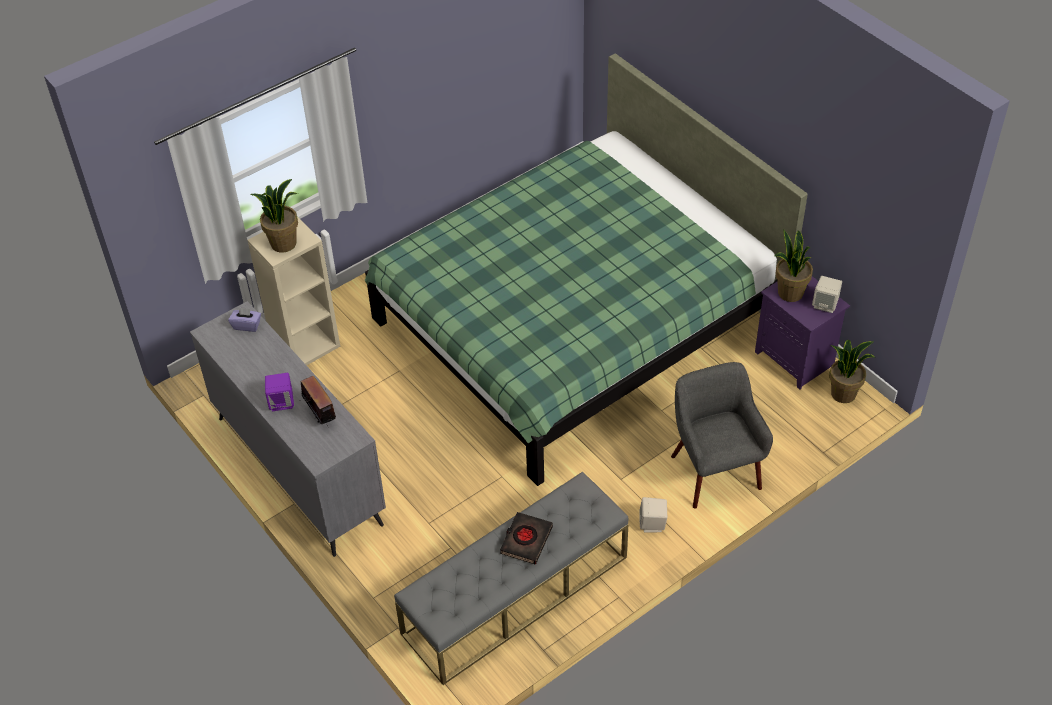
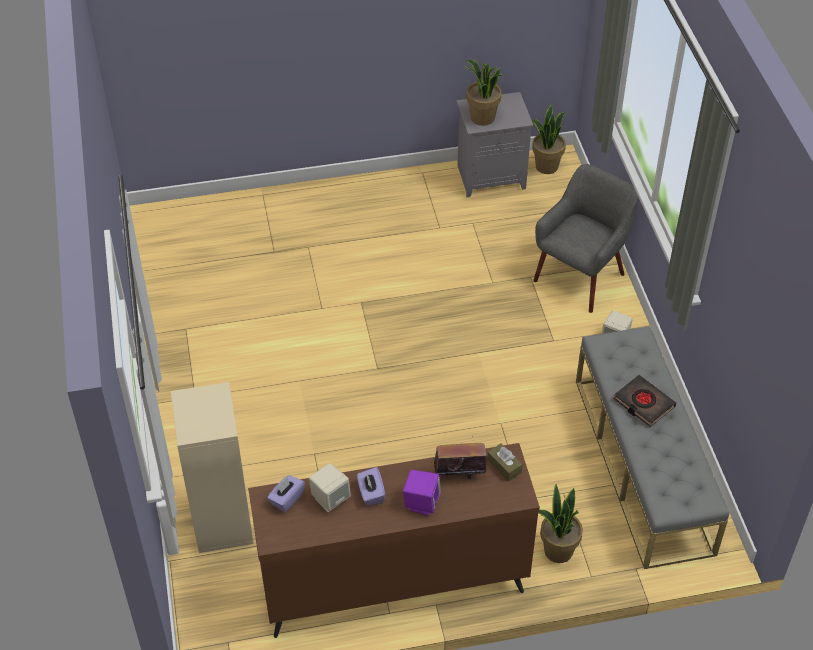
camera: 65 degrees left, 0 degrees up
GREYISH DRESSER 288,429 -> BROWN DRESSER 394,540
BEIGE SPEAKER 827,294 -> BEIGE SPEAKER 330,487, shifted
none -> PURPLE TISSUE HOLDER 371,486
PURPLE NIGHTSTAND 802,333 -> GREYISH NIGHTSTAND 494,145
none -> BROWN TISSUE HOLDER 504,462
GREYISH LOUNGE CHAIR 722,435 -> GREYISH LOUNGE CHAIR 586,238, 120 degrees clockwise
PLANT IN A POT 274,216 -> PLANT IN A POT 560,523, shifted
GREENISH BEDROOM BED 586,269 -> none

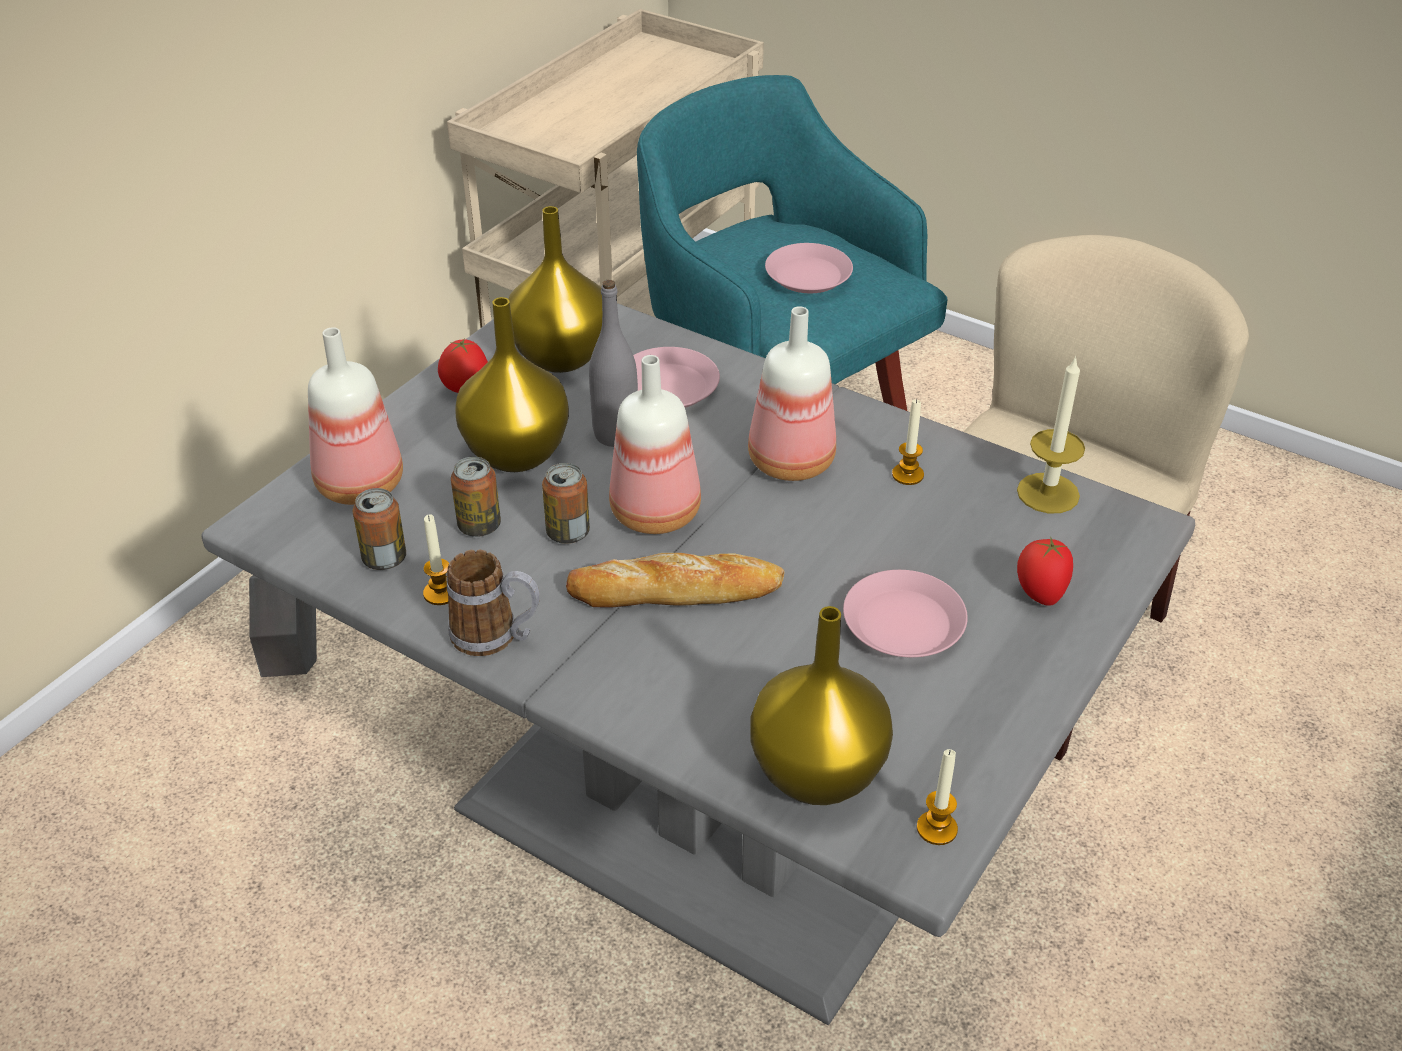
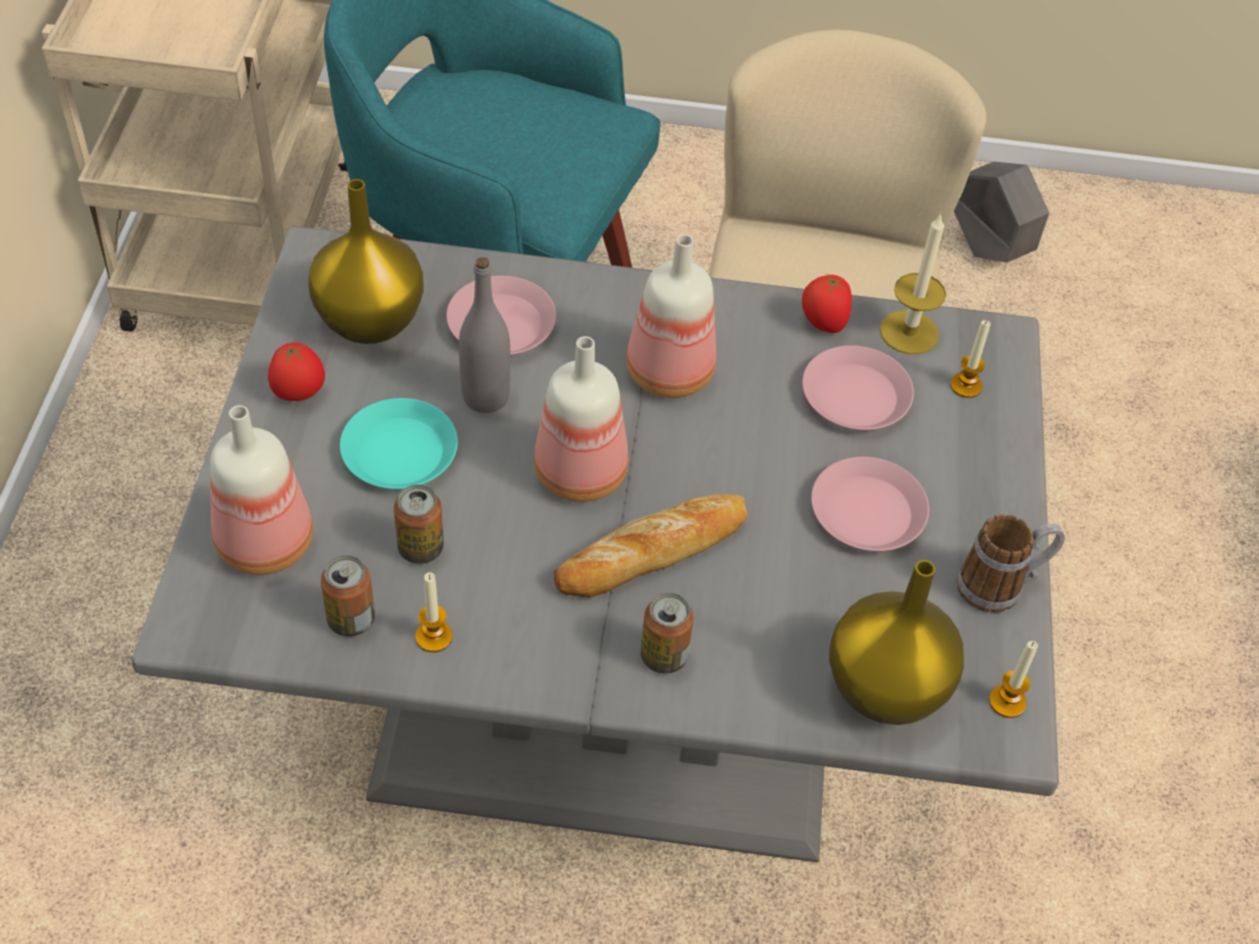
camera: 30 degrees left, 10 degrees up
YELLOWISH DECORATIVE VASE 512,384 -> BLUE-GREEN DINNER PLATE 399,443
CAN 566,503 -> CAN 667,633, shifted
FRESH TOMATO 1045,571 -> FRESH TOMATO 827,303, shifted
PINK DINNER PLATE 809,268 -> PINK DINNER PLATE 858,387, shifted
CANDLE 908,442 -> CANDLE 970,359, shifted
GREYISH PLANTER 283,626 -> GREYISH PLANTER 1001,212, shifted
TEA MUG 493,603 -> TEA MUG 1011,563, shifted

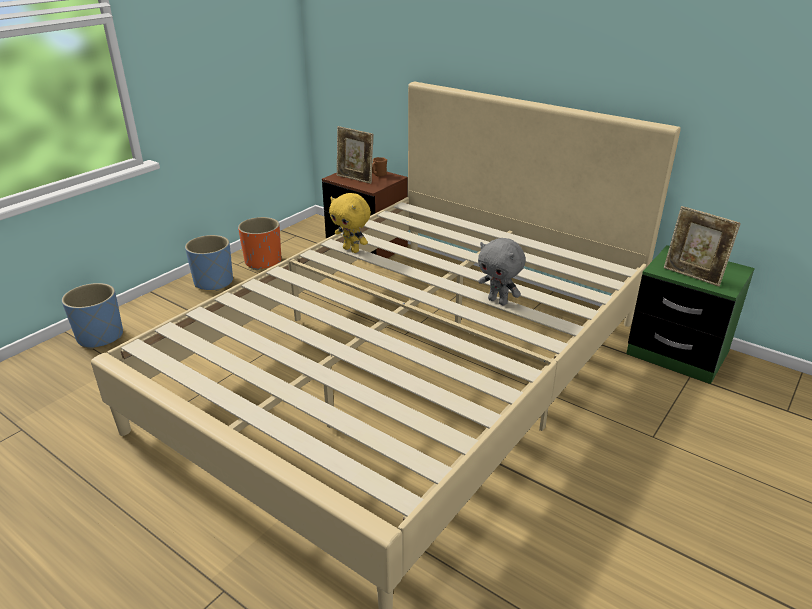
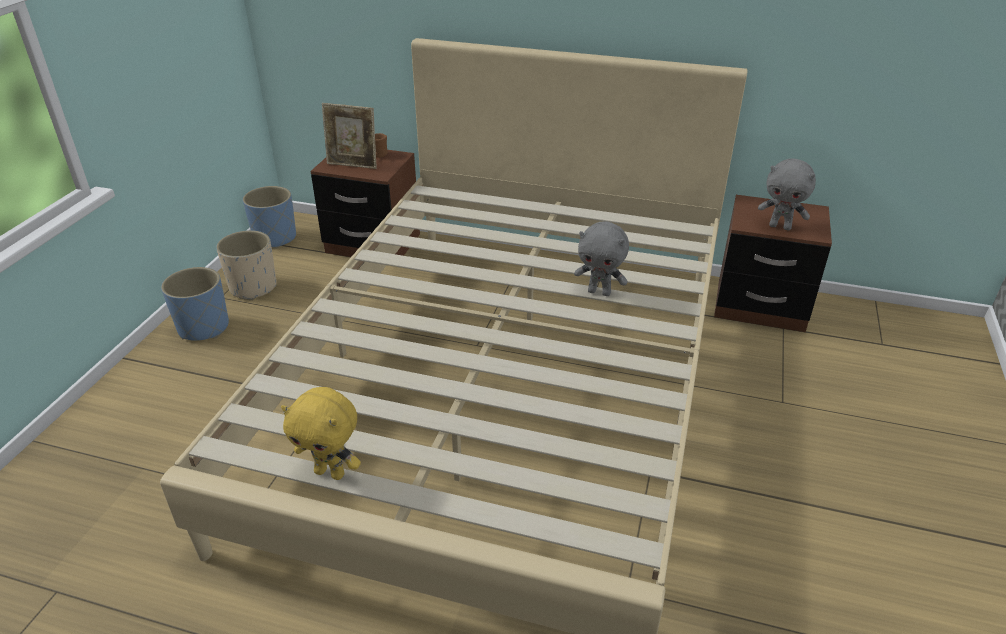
camera: 20 degrees left, 5 degrees up
ORANGEY PLANTER 259,243 -> BEIGE PLANTER 246,265
BLUE PLANTER 92,316 -> BLUE PLANTER 269,217, shifted
YELLOWISH SOFT TOY 350,223 -> YELLOWISH SOFT TOY 321,433, shifted
GREENISH NIGHTSTAND 690,314 -> BROWN NIGHTSTAND 773,263
PHOTO FRAME 702,246 -> GREYISH SOFT TOY 787,194

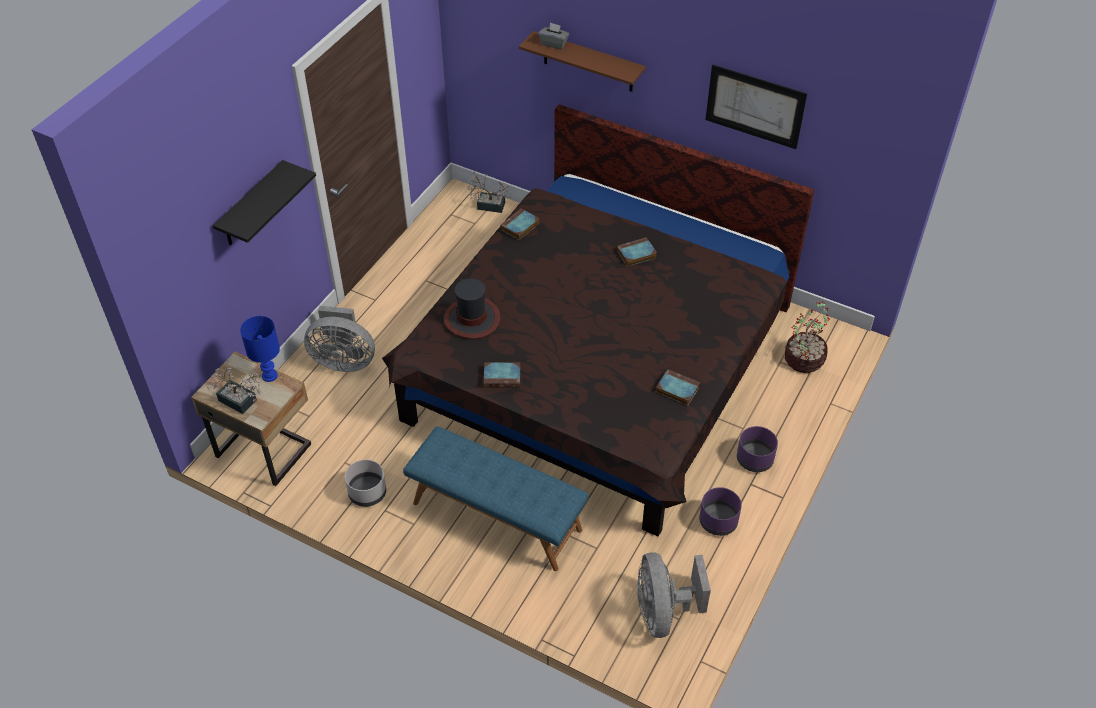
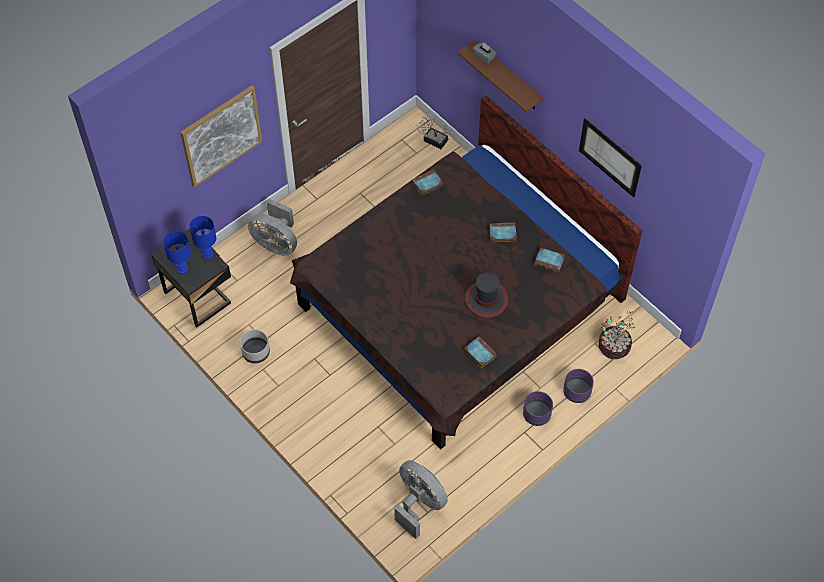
camera: 20 degrees right, 10 degrees up
BEIGE NIGHTSTAND 251,419 -> BLACK NIGHTSTAND 191,278
PLANT IN A POT 234,391 -> BLUE LAMP FOR A TABLE 177,252
BLACK SHELF 264,203 -> WALL ART 221,136
GREYISH ELECTRIC FAN 674,595 -> GREYISH ELECTRIC FAN 421,499, 120 degrees clockwise
WEARABLE HAT 472,308 -> WEARABLE HAT 486,295, shifted
BOOK 501,375 -> BOOK 549,260, shifted
PURPLE PLANTER 720,511 -> PURPLE PLANTER 578,386, shifted
BLUE INDOOR BENCH 496,498 -> none

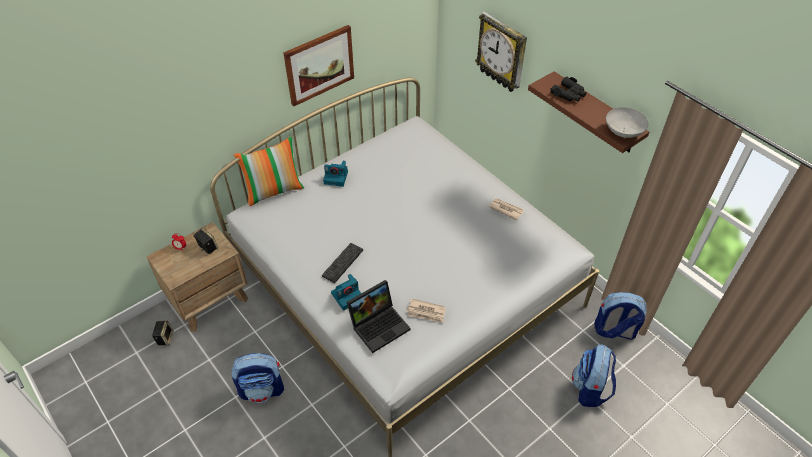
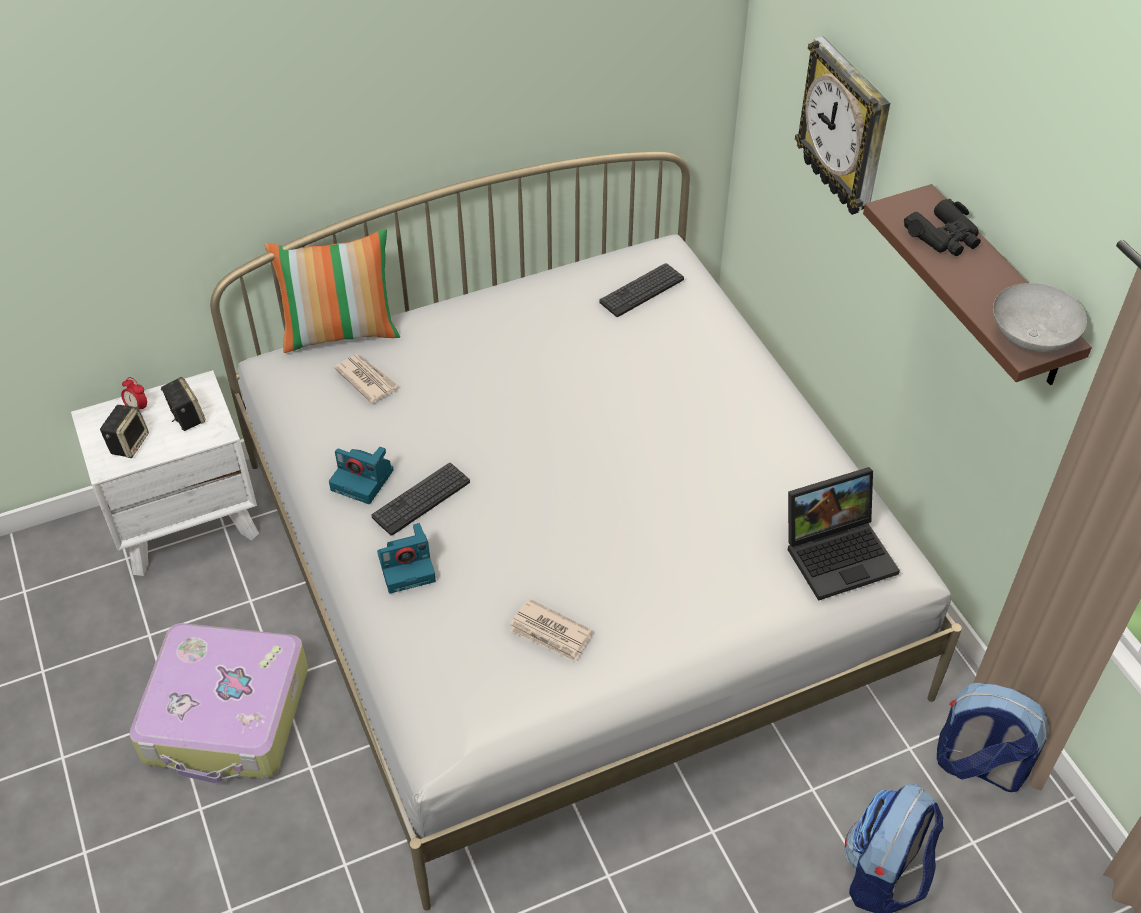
camera: 15 degrees right, 0 degrees up
BROWN NIGHTSTAND 197,277 -> WHITE-COLOURED NIGHTSTAND 165,473
SPEAKER 162,333 -> SPEAKER 124,431, shifted
RUCKSACK 258,378 -> PIECE OF LUGGAGE 218,703
PHOTO CAMERA 335,174 -> PHOTO CAMERA 361,475, shifted
PRINTED PAPER 506,209 -> PRINTED PAPER 366,378, shifted
none -> KEYBOARD 641,290
NOTEBOOK COMPUTER 379,316 -> NOTEBOOK COMPUTER 844,534, shifted
WALL ART 319,65 -> none

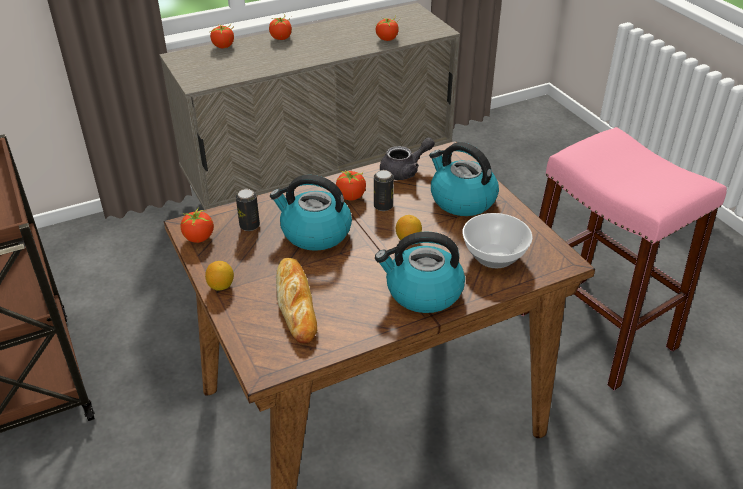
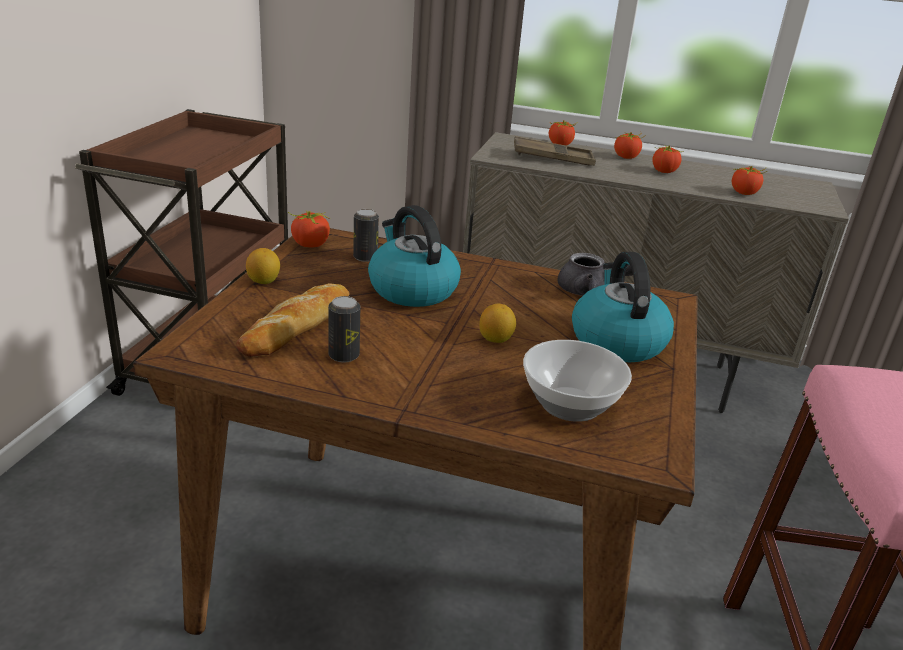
camera: 40 degrees right, 10 degrees down
CAN 384,190 -> CAN 344,329, shifted
none -> BROWN SERVING TRAY 555,151
FRESH TOMATO 351,185 -> FRESH TOMATO 667,159, shifted
WATER KETTLE 420,272 -> none

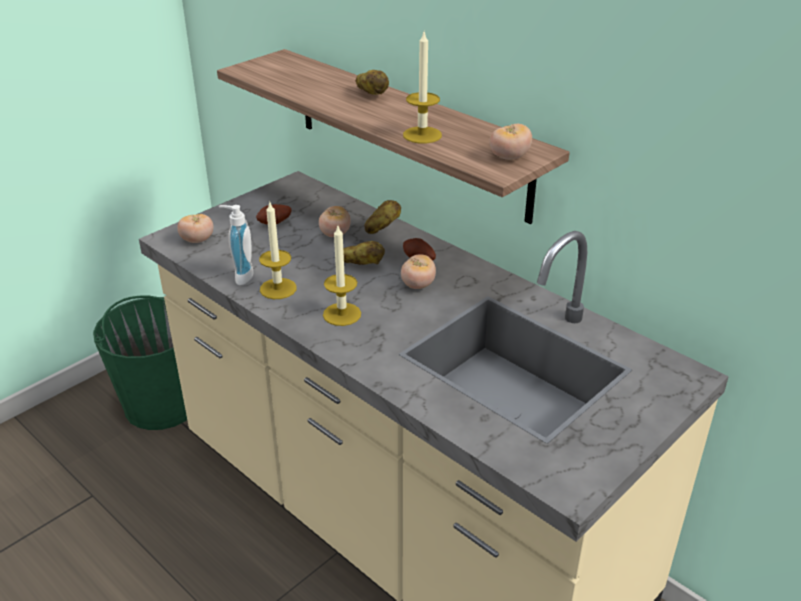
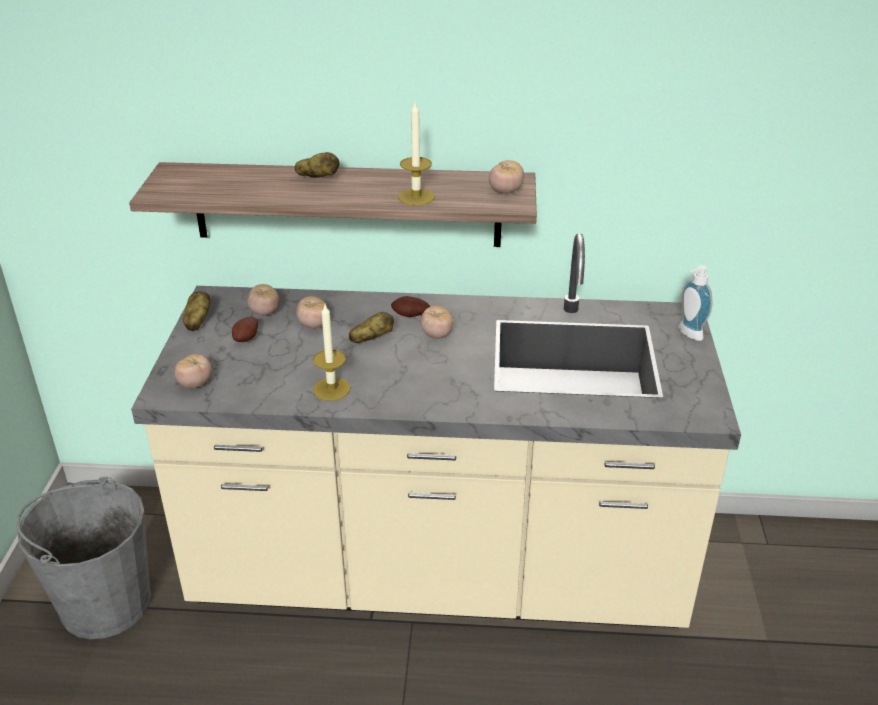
camera: 40 degrees left, 0 degrees up
GREENISH BUCKET 140,363 -> GREYISH BUCKET 83,558
WHOLE POTATO 382,217 -> WHOLE POTATO 196,311, shifted
none -> FRESH TOMATO 263,300
SOAP DISPENSER 236,245 -> SOAP DISPENSER 695,303, shifted
CANDLE 342,276 -> none

